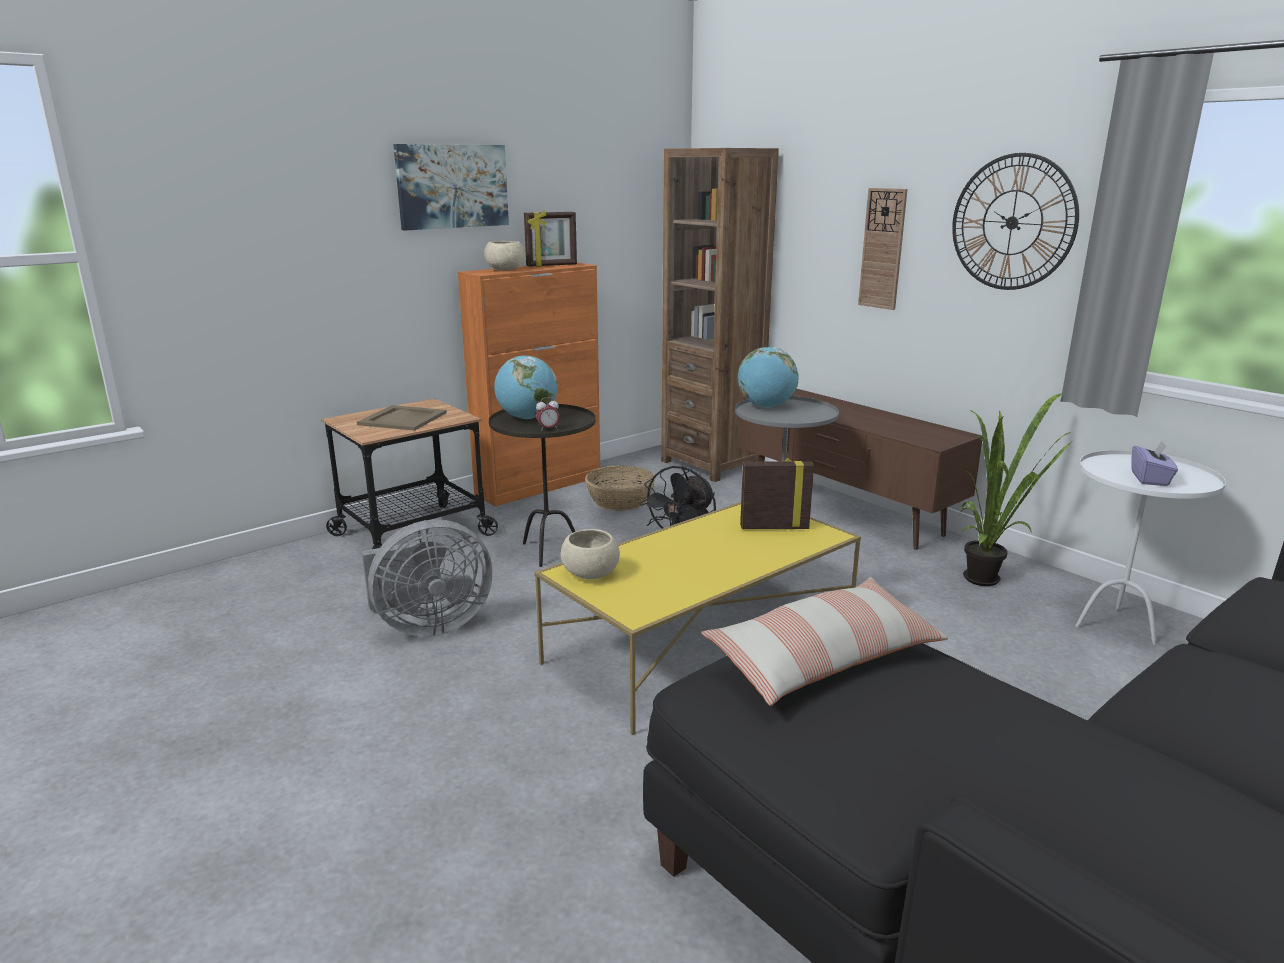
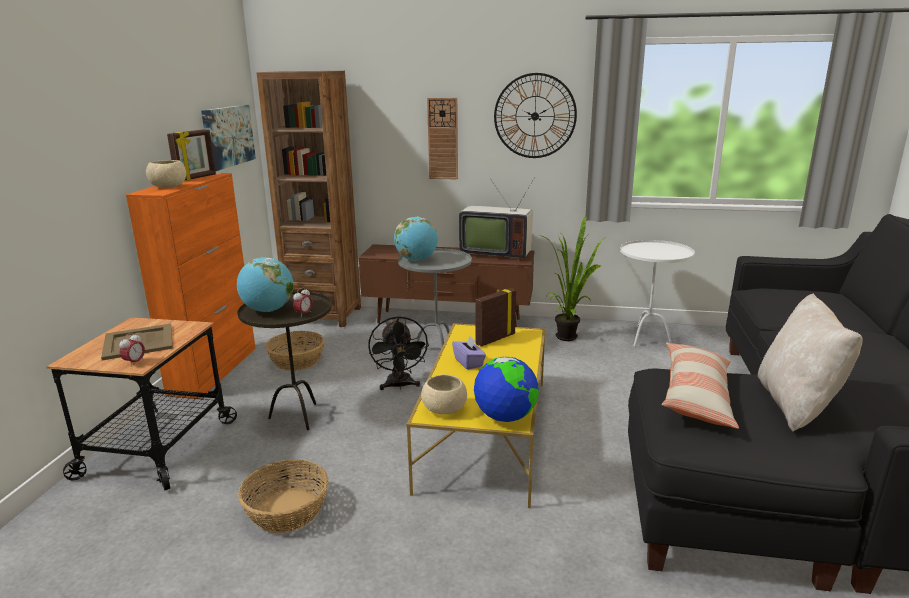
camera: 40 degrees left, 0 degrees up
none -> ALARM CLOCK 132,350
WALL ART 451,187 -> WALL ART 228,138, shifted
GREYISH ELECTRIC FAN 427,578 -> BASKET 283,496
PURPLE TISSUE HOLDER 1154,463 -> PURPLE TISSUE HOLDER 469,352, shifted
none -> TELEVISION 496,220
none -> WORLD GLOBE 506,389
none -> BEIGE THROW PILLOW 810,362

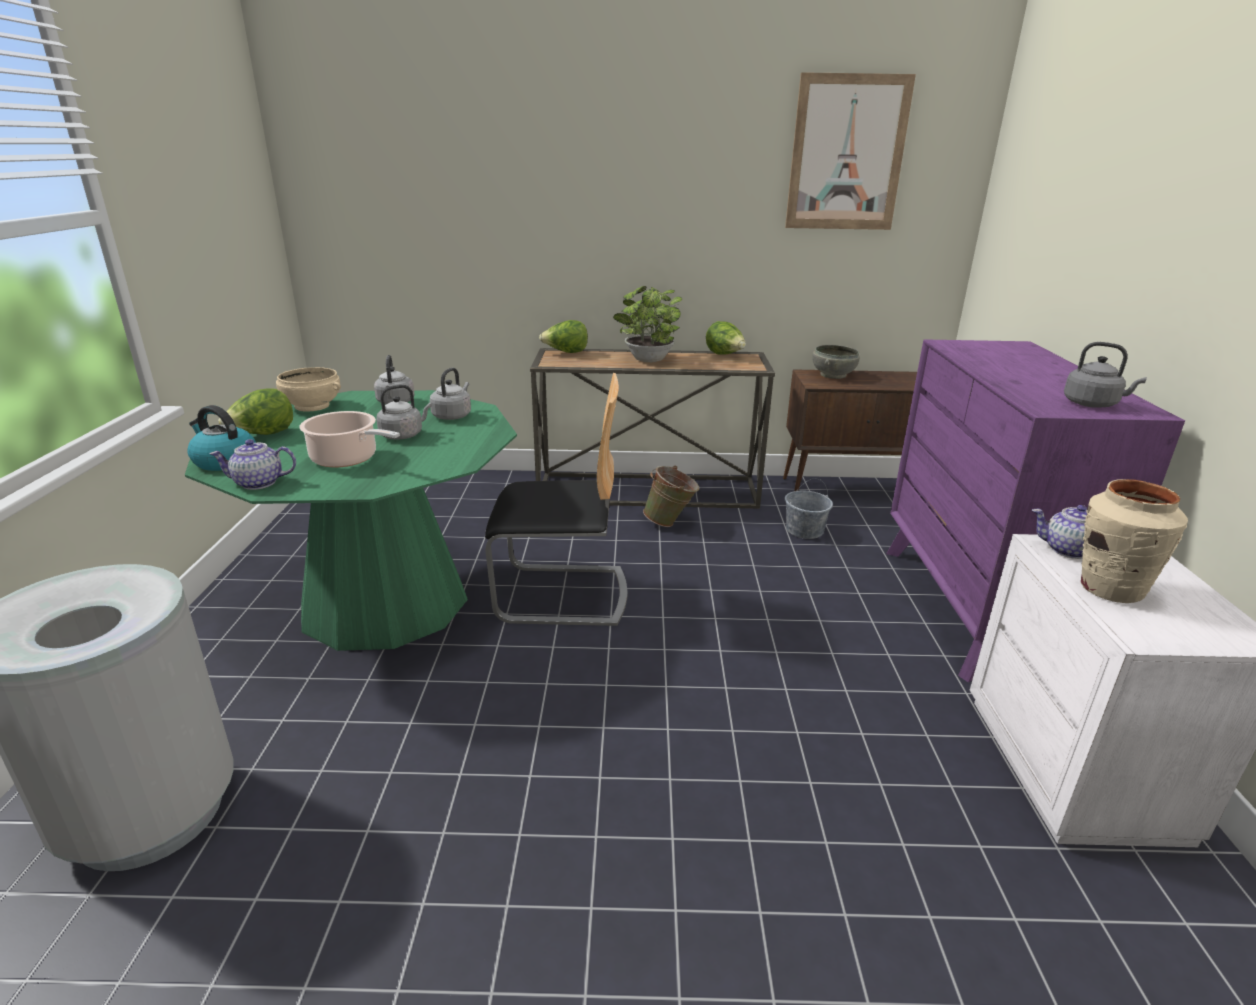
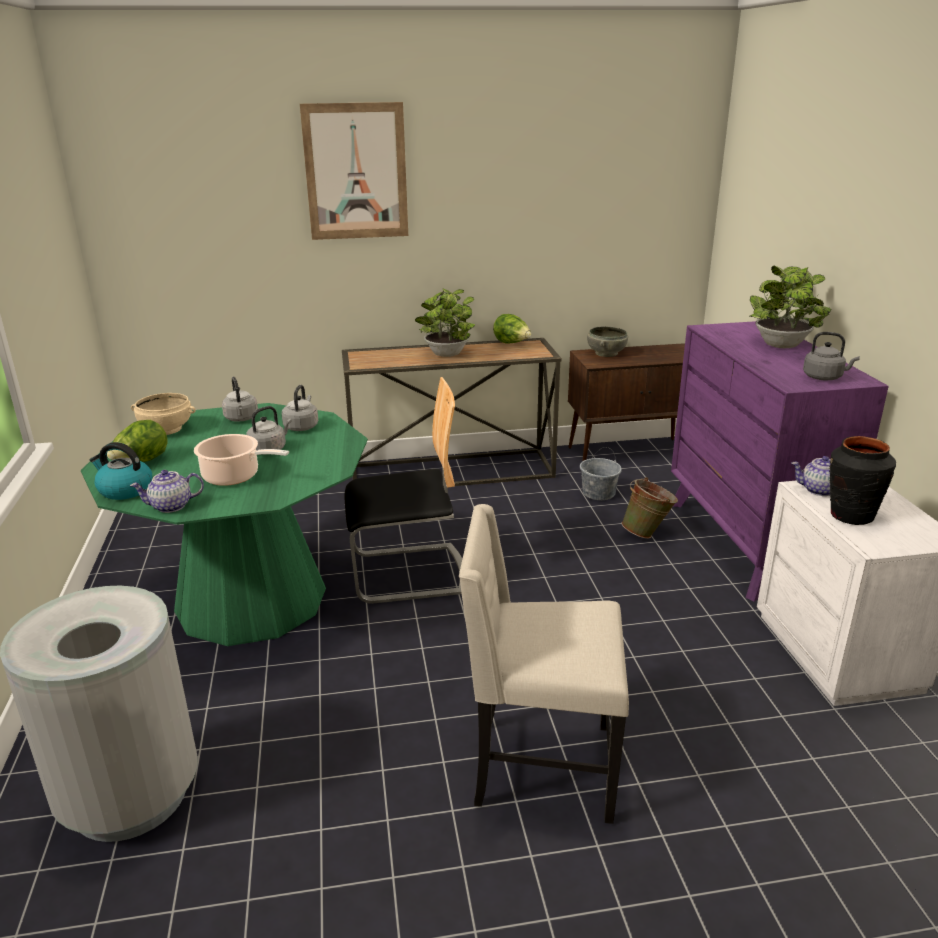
camera: 10 degrees left, 0 degrees up
WALL ART 850,151 -> WALL ART 354,171, shifted
none -> BEIGE UPRIGHT CHAIR 544,664
GREENISH BUCKET 671,496 -> GREENISH BUCKET 649,508, shifted
none -> PLANT IN A POT 790,307
BEIGE DECORATIVE VASE 1134,541 -> BLACK DECORATIVE VASE 862,480
HEAD OF LETTUCE 563,336 -> none

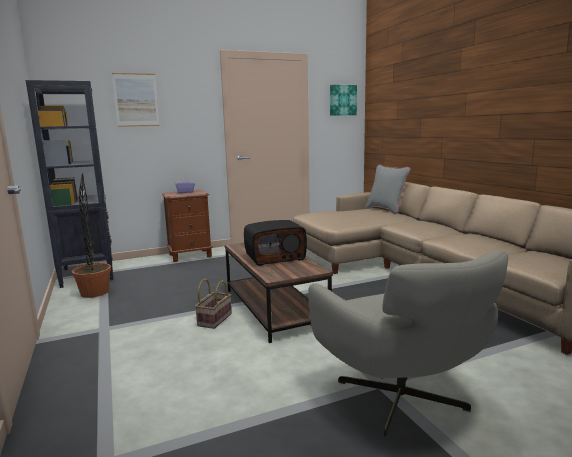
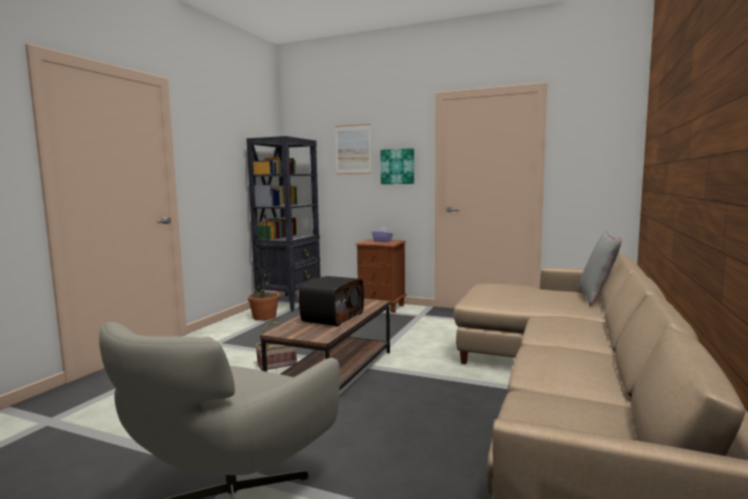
camera: 45 degrees right, 5 degrees down
RADIO RECEIVER 275,243 -> RADIO RECEIVER 331,301, 90 degrees counterclockwise
WALL ART 343,100 -> WALL ART 397,166, shifted

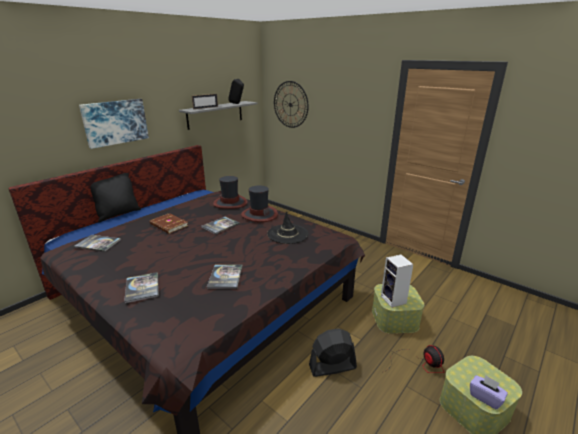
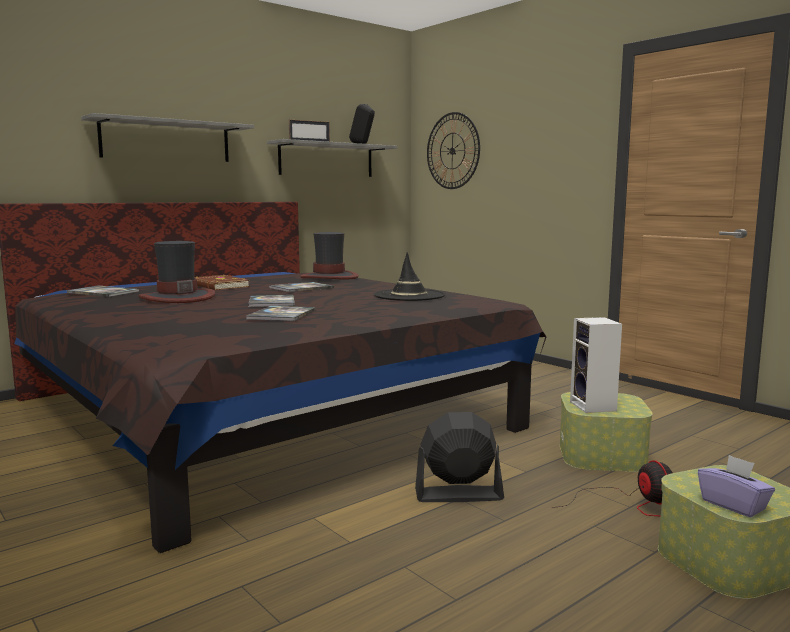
camera: 10 degrees right, 15 degrees down
WALL ART 114,124 -> GREYISH SHELF 167,137
WEARABLE HAT 259,204 -> WEARABLE HAT 177,272, shifted
BOOK 141,287 -> BOOK 271,301, shifted
BLACK THROW PILLOW 116,198 -> none

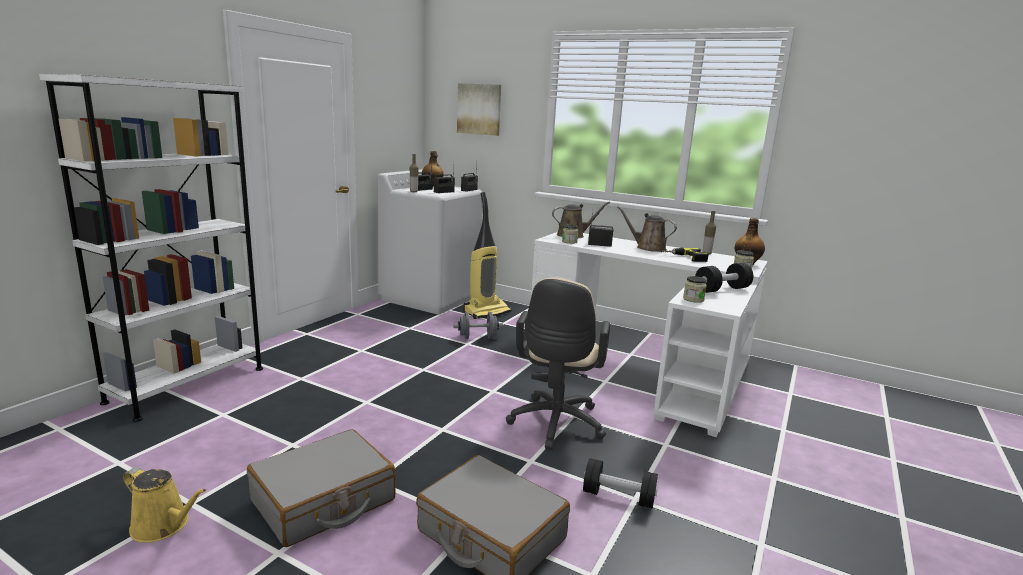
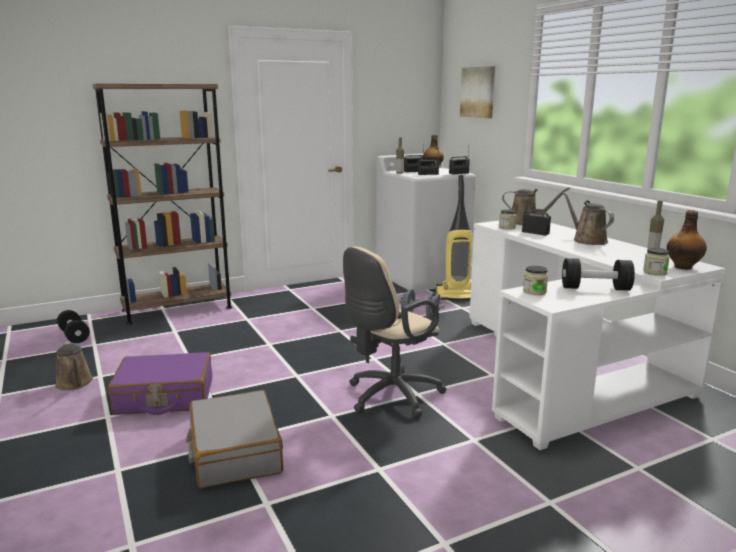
camera: 35 degrees right, 0 degrees up
YELLOWISH WATERING POT 164,505 -> BROWN WATERING POT 74,365
BLACK FREE WEIGHT 620,483 -> BLACK FREE WEIGHT 73,326, shifted
WHITE-COLOURED SHELVING UNIT 151,247 -> BROWN SHELVING UNIT 162,204
GREYISH PIECE OF LUGGAGE 321,488 -> PURPLE PIECE OF LUGGAGE 160,383
DRILL 684,255 -> none

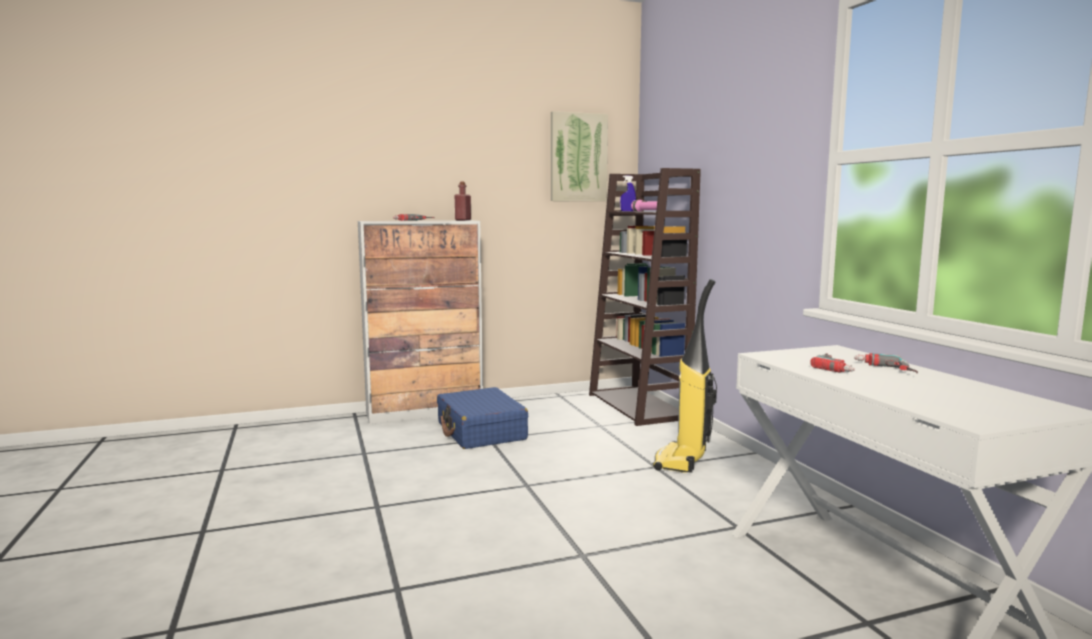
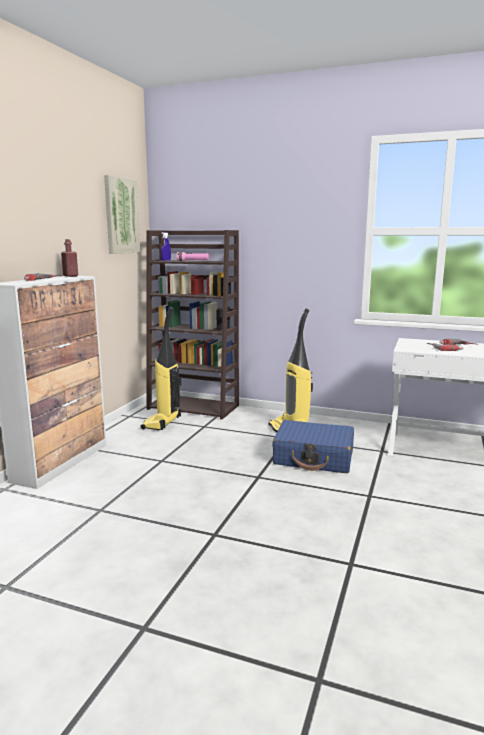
camera: 50 degrees left, 5 degrees up
none -> VACUUM 161,368
BLUE PIECE OF LUGGAGE 482,418 -> BLUE PIECE OF LUGGAGE 313,446, shifted

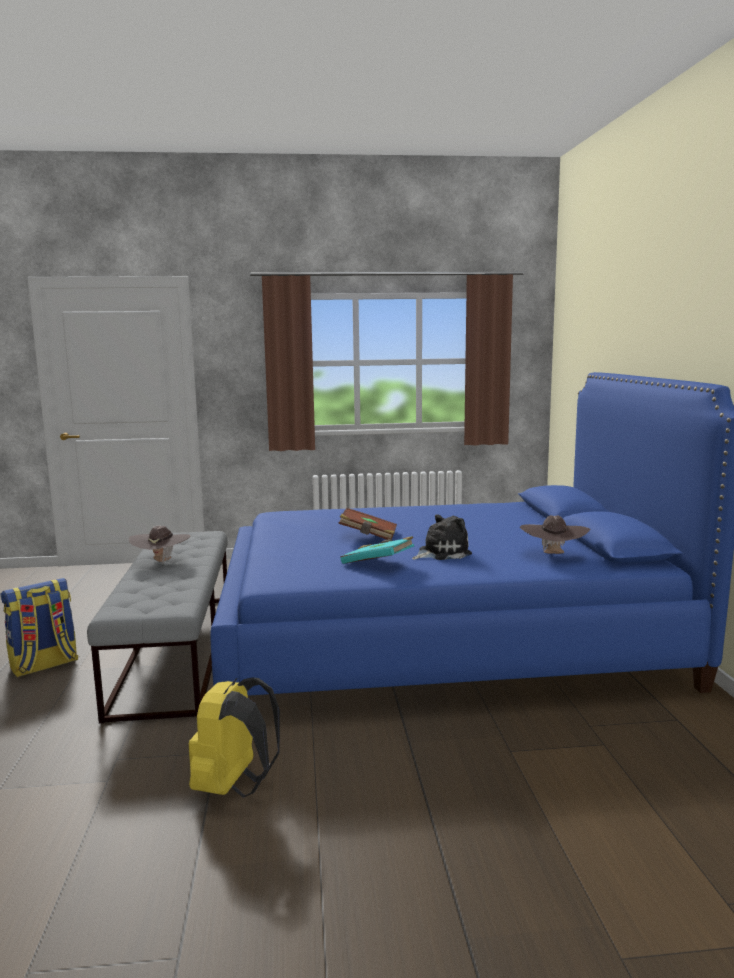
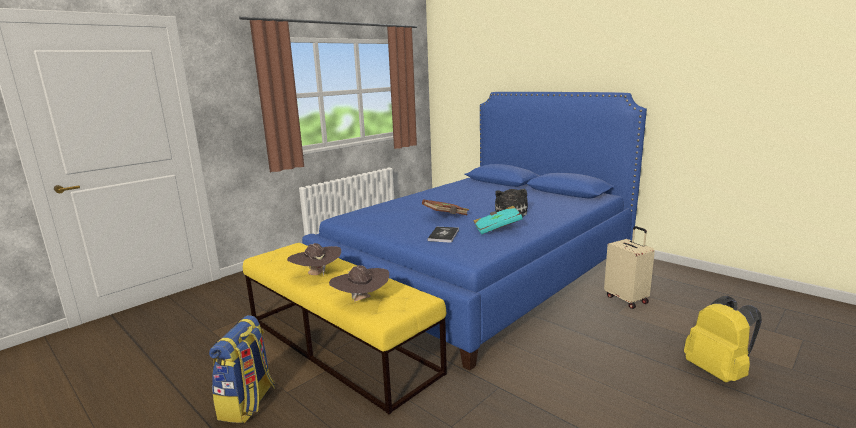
camera: 40 degrees left, 5 degrees up
GREYISH INDOOR BENCH 157,627 -> YELLOWISH INDOOR BENCH 345,328
BROWN WEARABLE HAT 555,534 -> BROWN WEARABLE HAT 359,283, shifted
none -> BOOK 443,235
none -> BEIGE PIECE OF LUGGAGE 629,267
YELLOWISH RUCKSACK 234,737 -> YELLOWISH RUCKSACK 723,339, shifted

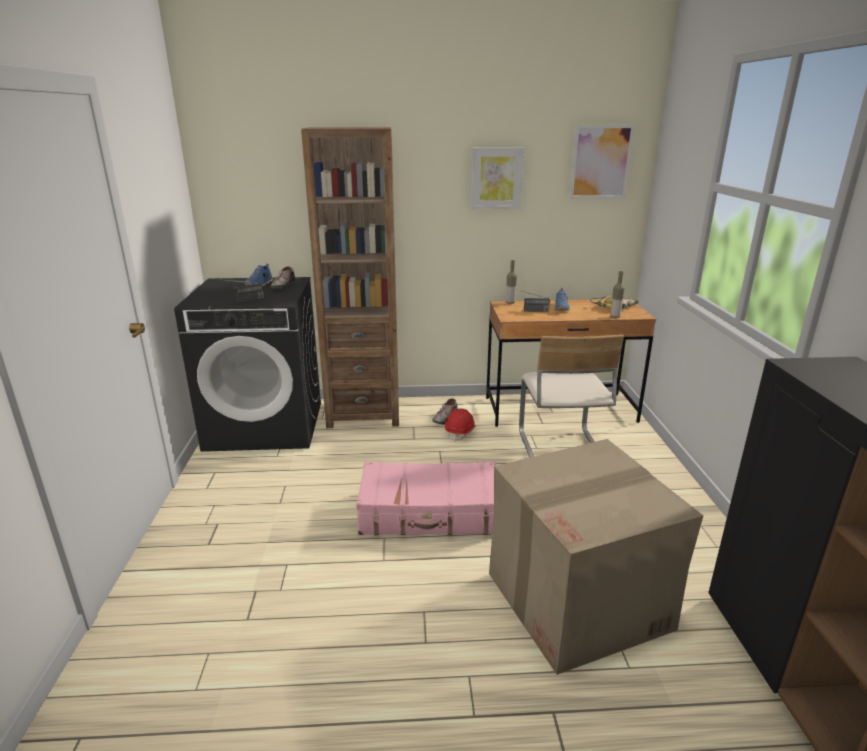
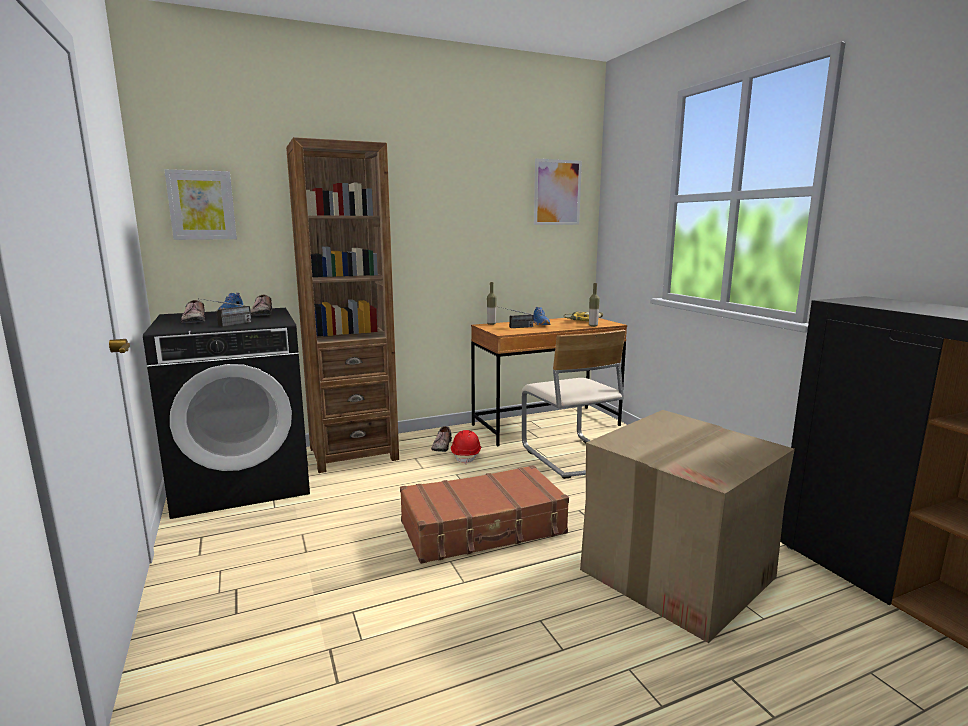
camera: 20 degrees left, 10 degrees down
WALL ART 497,178 -> WALL ART 200,204, shifted
none -> LOW SHOE 193,311
PINK PIECE OF LUGGAGE 426,498 -> BROWN PIECE OF LUGGAGE 484,514

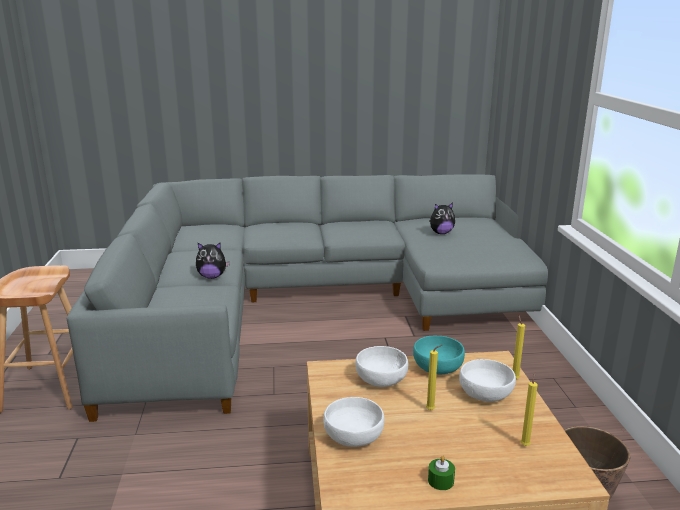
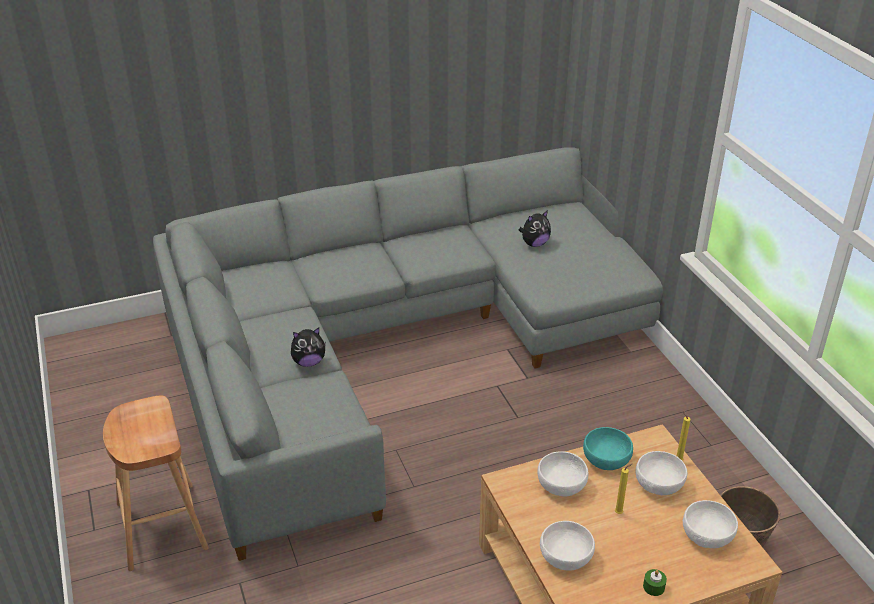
camera: 15 degrees left, 15 degrees up
YELLOWISH CANDLE 529,409 -> WHITE-COLOURED SERVING BOWL 710,524

